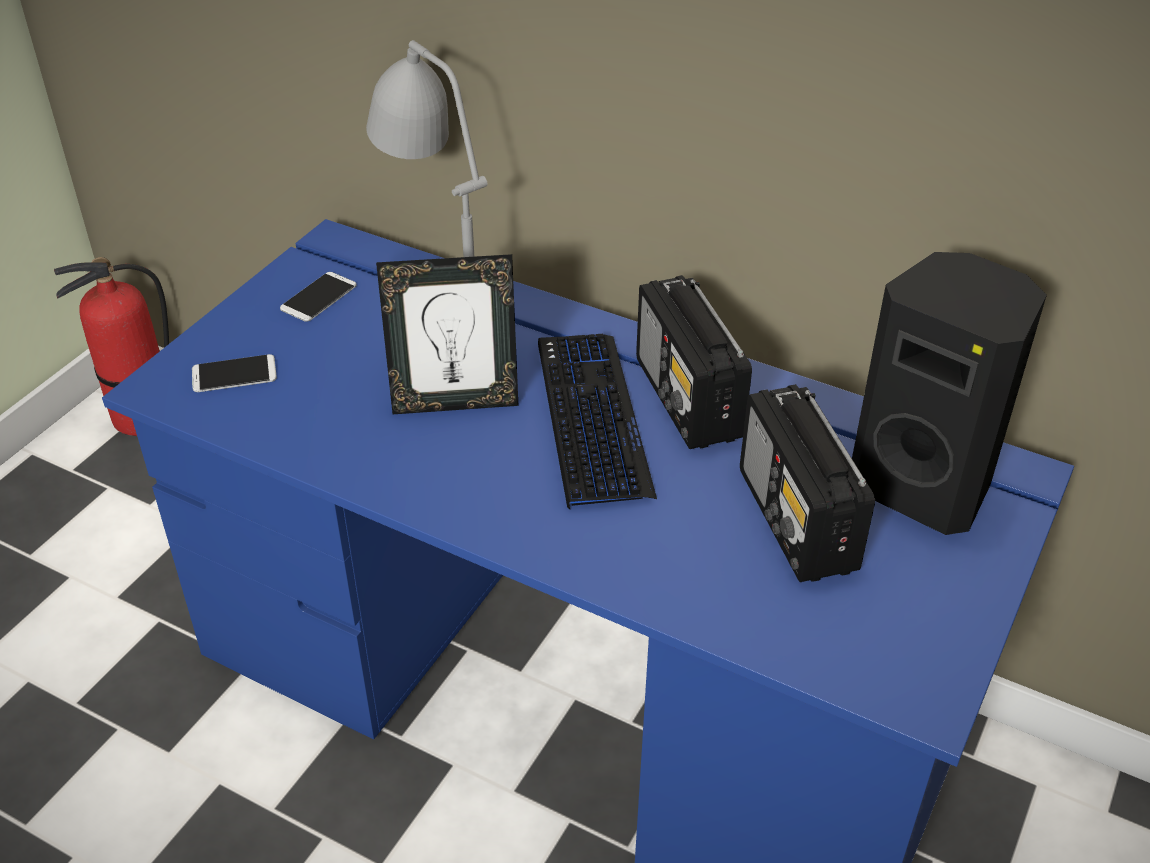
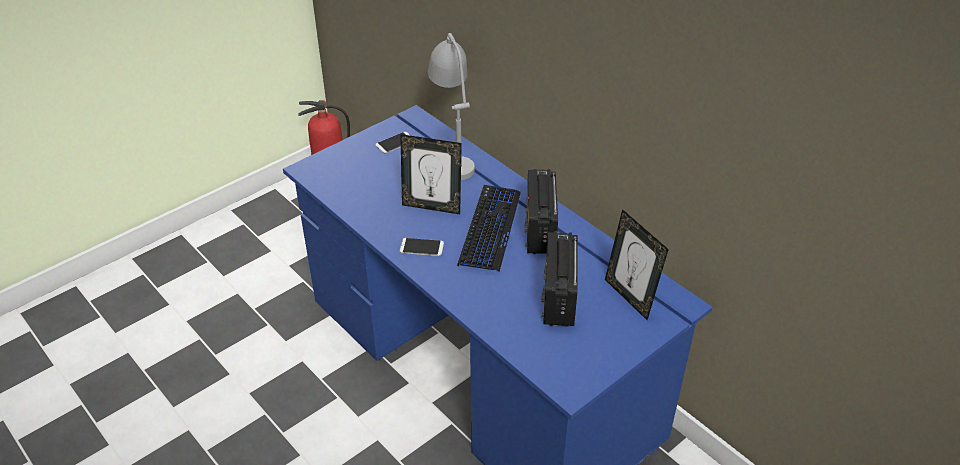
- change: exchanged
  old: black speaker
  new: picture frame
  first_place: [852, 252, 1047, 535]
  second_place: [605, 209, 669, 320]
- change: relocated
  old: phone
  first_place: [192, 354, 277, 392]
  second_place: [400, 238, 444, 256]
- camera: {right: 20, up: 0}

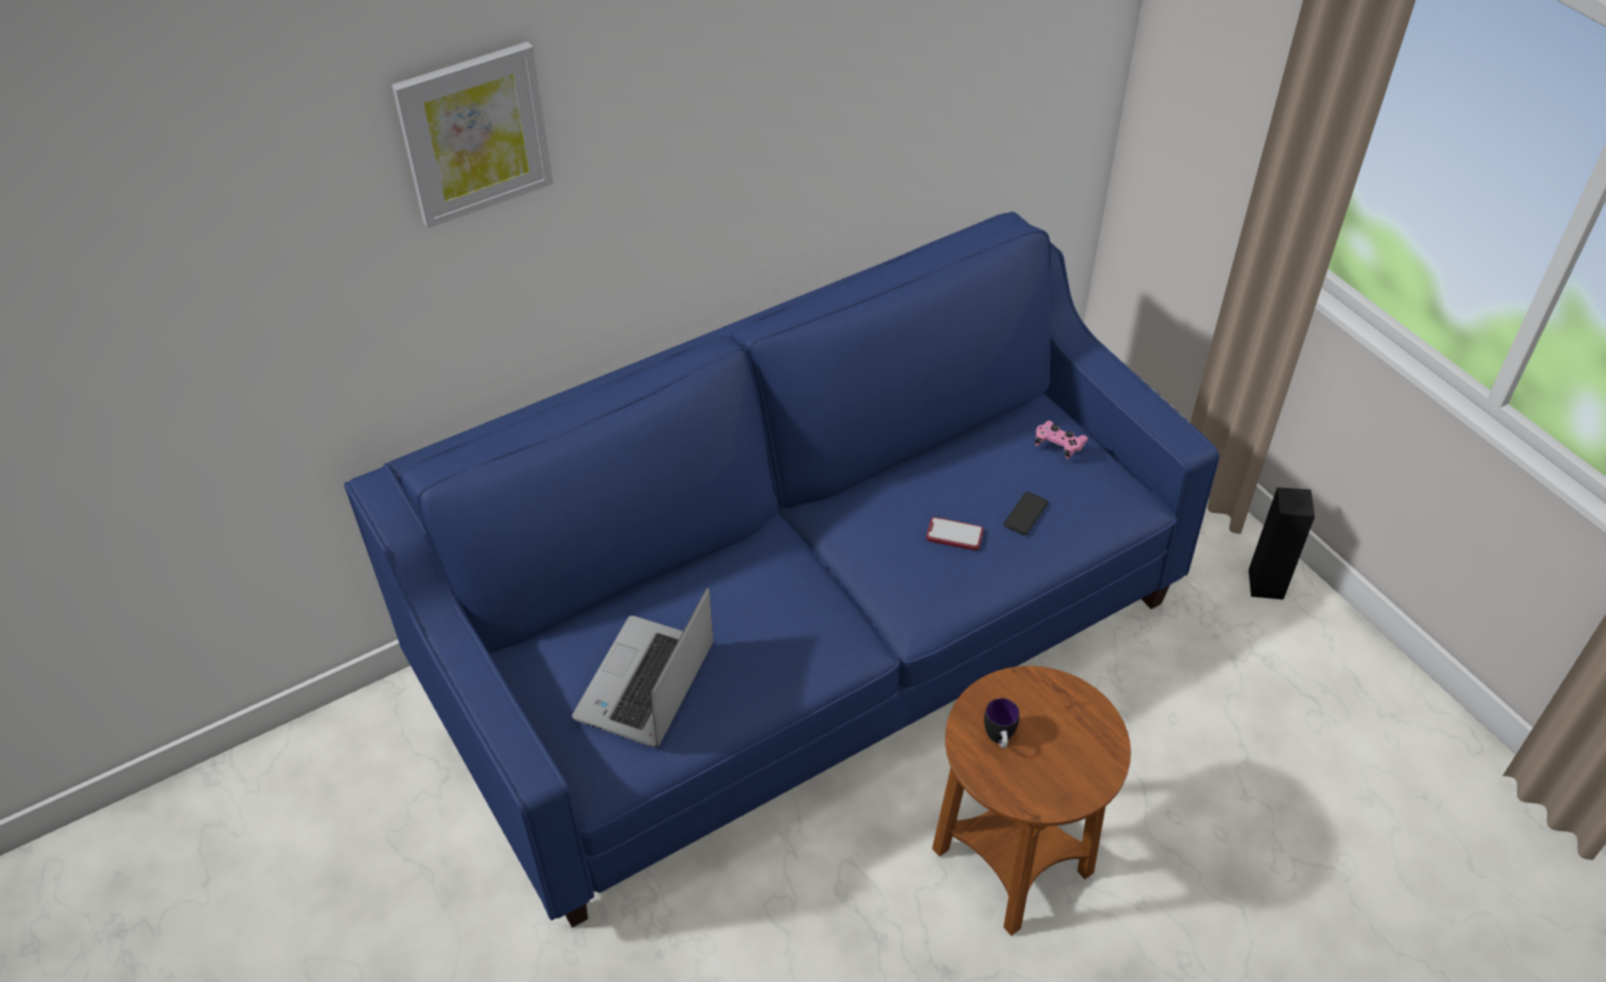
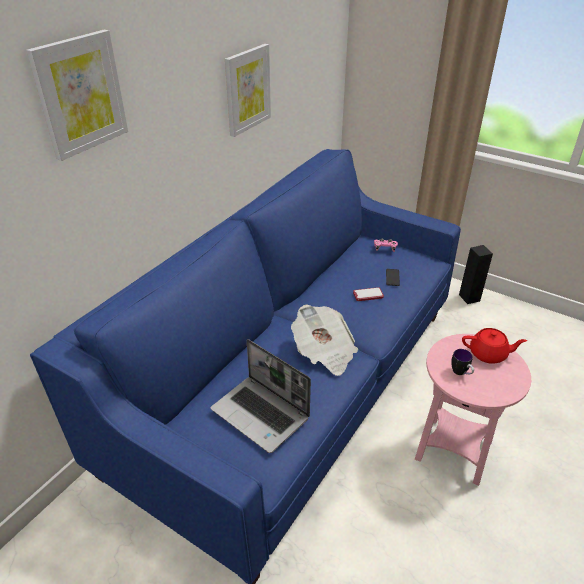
- change: spun
  old: laptop
  first_place: [572, 587, 713, 747]
  second_place: [211, 339, 311, 453]
  degrees: -45
- change: colour
  old: brown side table
  new: pink side table
  first_place: [932, 666, 1131, 936]
  second_place: [415, 334, 531, 486]
- change: appeared
  new: picture
  second_place: [225, 44, 271, 137]
- change: appeared
  new: newspaper
  second_place: [291, 304, 358, 376]
- change: appeared
  new: red teapot
  second_place: [462, 328, 527, 363]
- camera: {right: -25, up: -10}

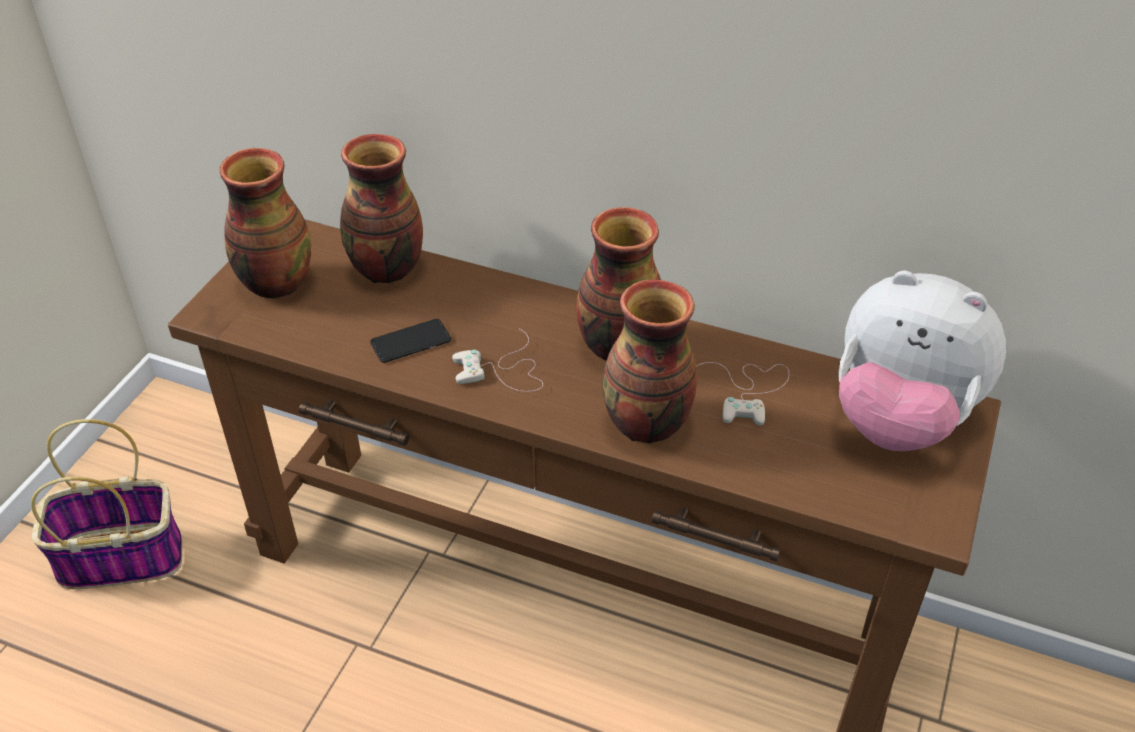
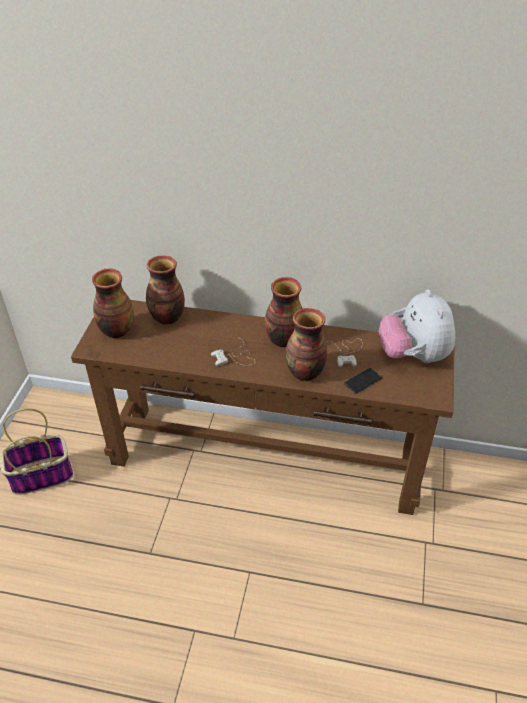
- change: spun
  old: plush toy
  first_place: [838, 271, 1006, 451]
  second_place: [379, 289, 455, 363]
  degrees: 60
- change: relocated
  old: phone
  first_place: [370, 319, 451, 363]
  second_place: [344, 368, 382, 394]
- camera: {right: -10, up: 0}

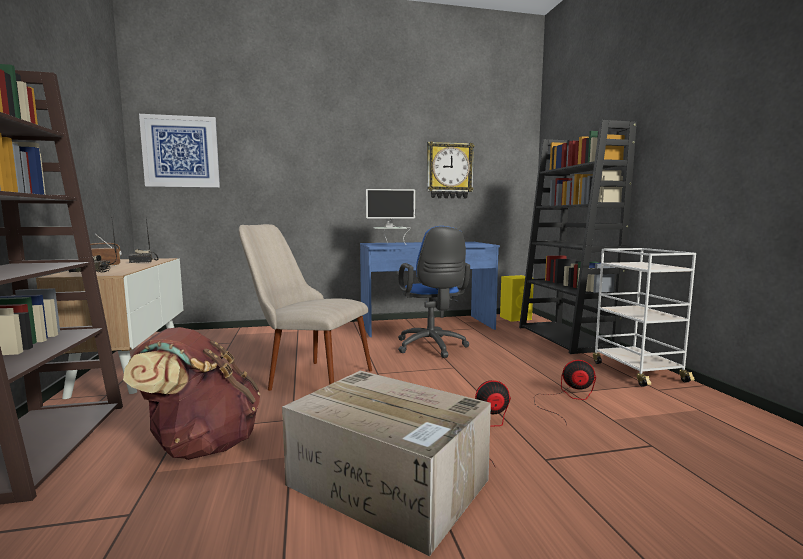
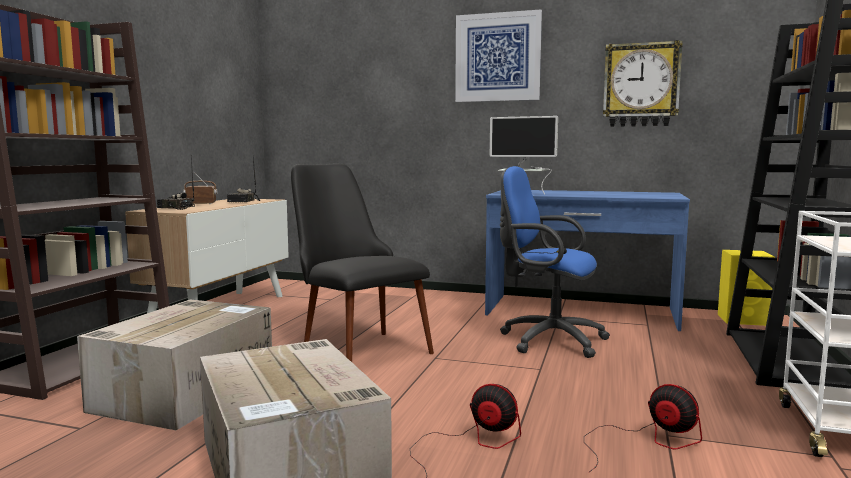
- change: relocated
  old: picture
  first_place: [139, 114, 220, 188]
  second_place: [455, 9, 542, 102]
- change: colour
  old: beige chair
  new: black chair
  first_place: [239, 224, 372, 391]
  second_place: [291, 164, 434, 362]
- change: spun
  old: blue office chair
  first_place: [398, 226, 470, 358]
  second_place: [500, 166, 610, 358]
  degrees: 105
- change: exchanged
  old: brown backpack
  new: cardboard box
  first_place: [123, 327, 260, 460]
  second_place: [77, 300, 272, 430]
- camera: {right: 30, up: 0}

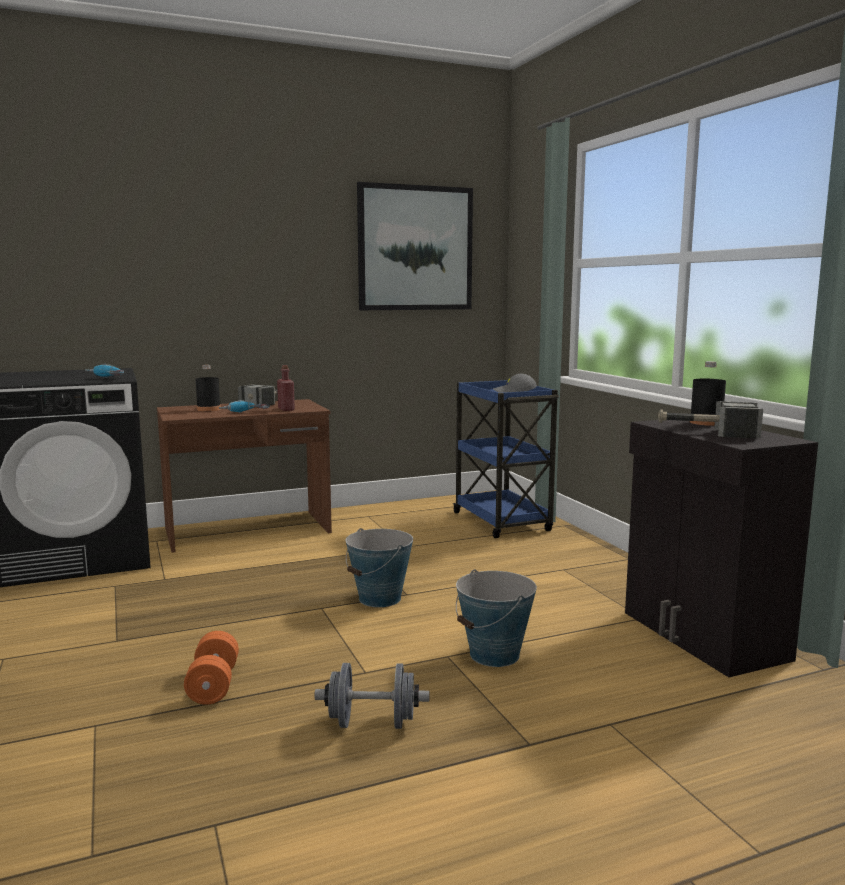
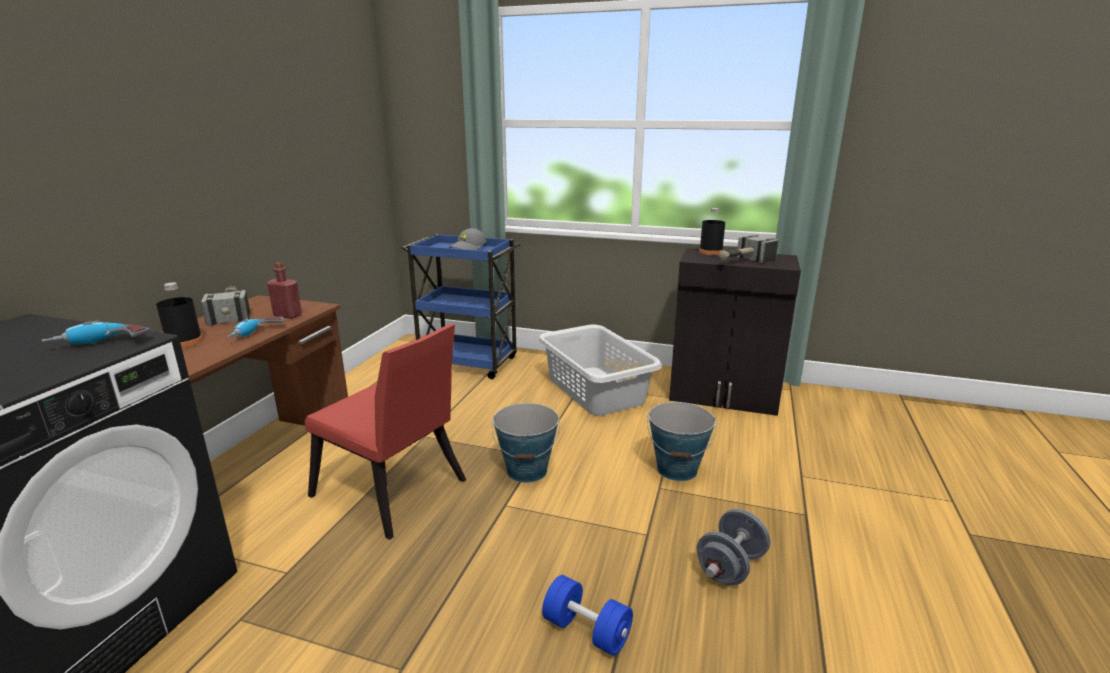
- change: missing
  old: picture
  first_place: [357, 182, 473, 310]
- change: colour
  old: orange dumbbell
  new: blue dumbbell
  first_place: [184, 631, 239, 705]
  second_place: [542, 575, 633, 656]
- change: appeared
  new: red chair
  second_place: [305, 324, 466, 540]
- change: appeared
  new: grey laundry basket
  second_place: [538, 324, 662, 416]
- camera: {right: -50, up: 10}

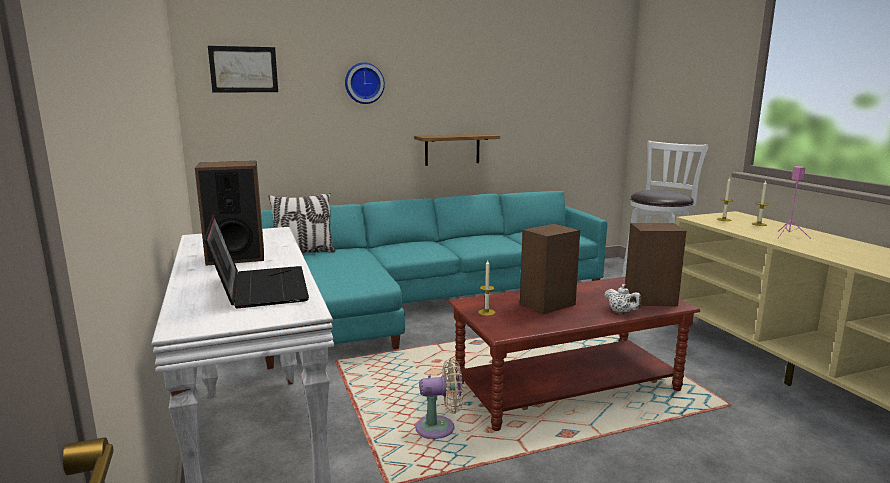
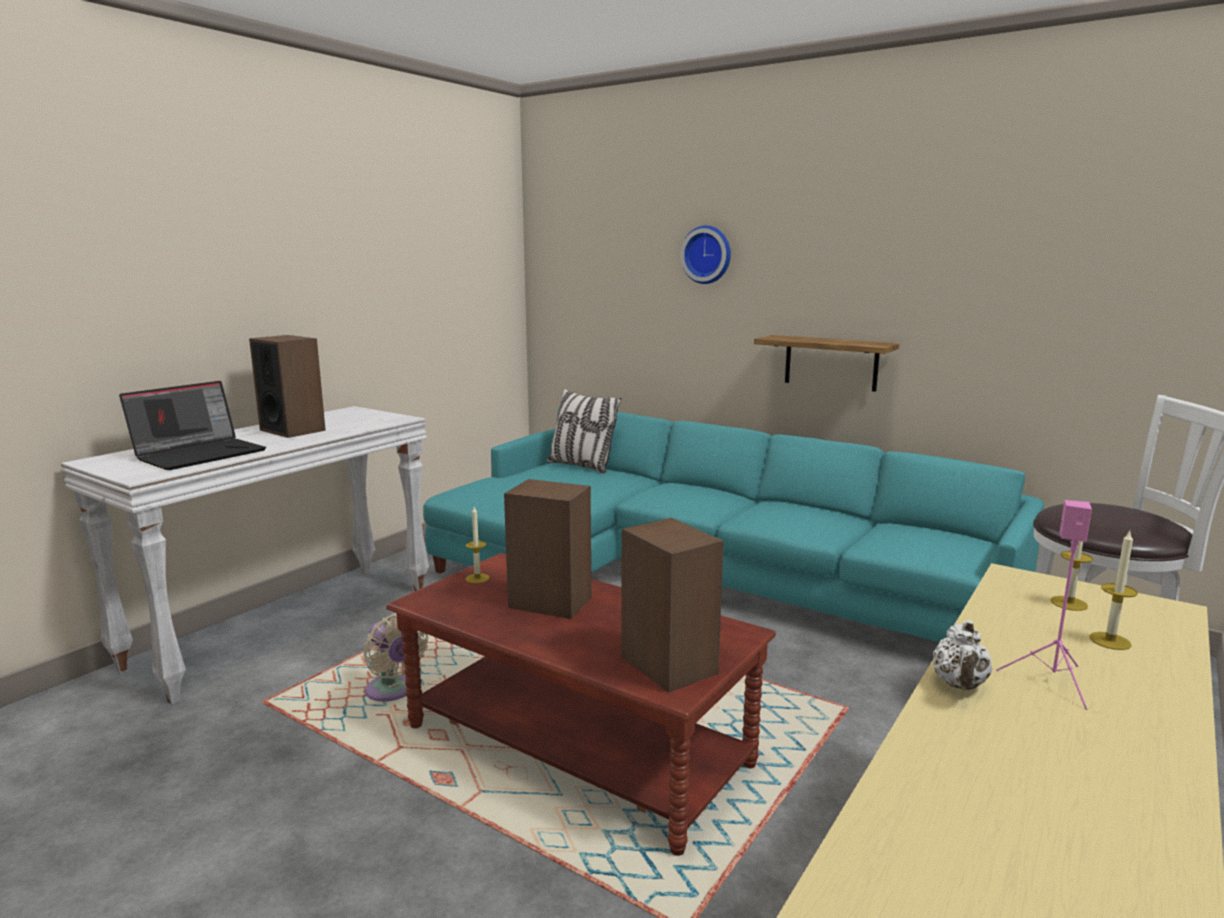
- change: missing
  old: picture
  first_place: [208, 46, 278, 92]
- change: relocated
  old: white teapot
  first_place: [604, 284, 642, 314]
  second_place: [933, 620, 992, 690]
- camera: {right: 55, up: 0}

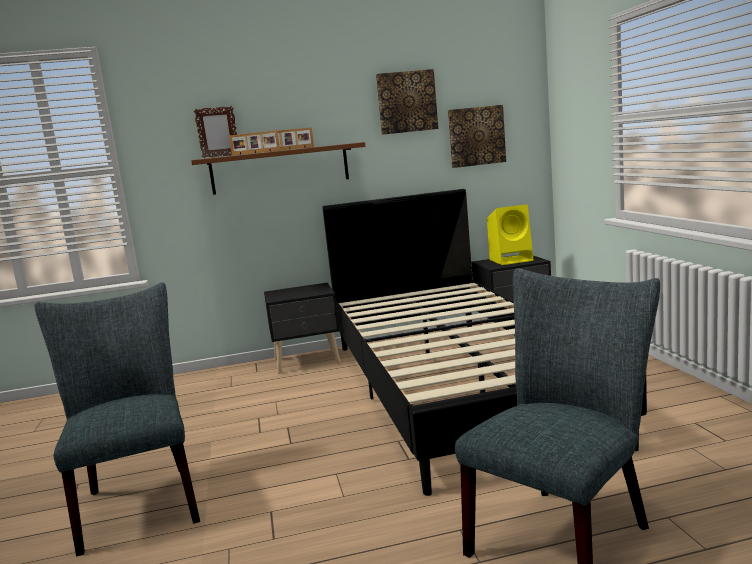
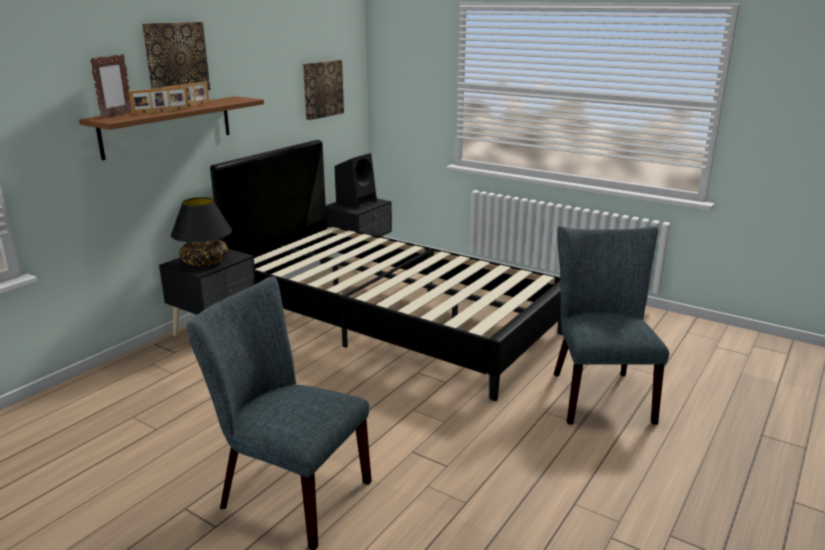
- change: relocated
  old: picture
  first_place: [376, 69, 438, 135]
  second_place: [142, 22, 210, 90]
- change: colour
  old: yellow speaker
  new: black speaker
  first_place: [487, 204, 533, 265]
  second_place: [335, 153, 377, 209]
- change: appeared
  new: black table lamp
  second_place: [171, 197, 232, 266]
- camera: {right: -45, up: 10}

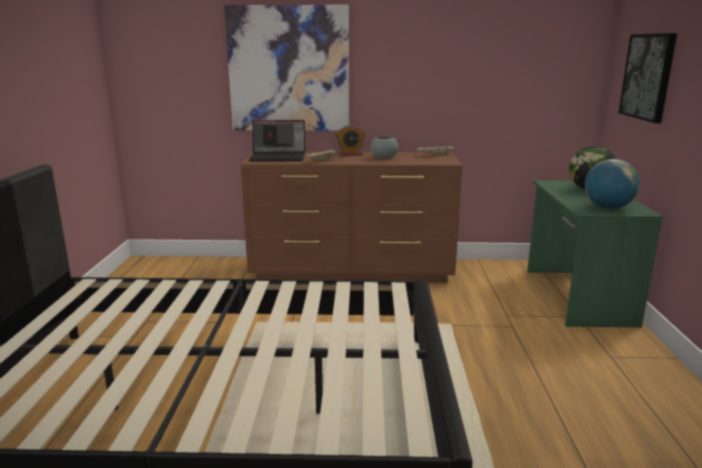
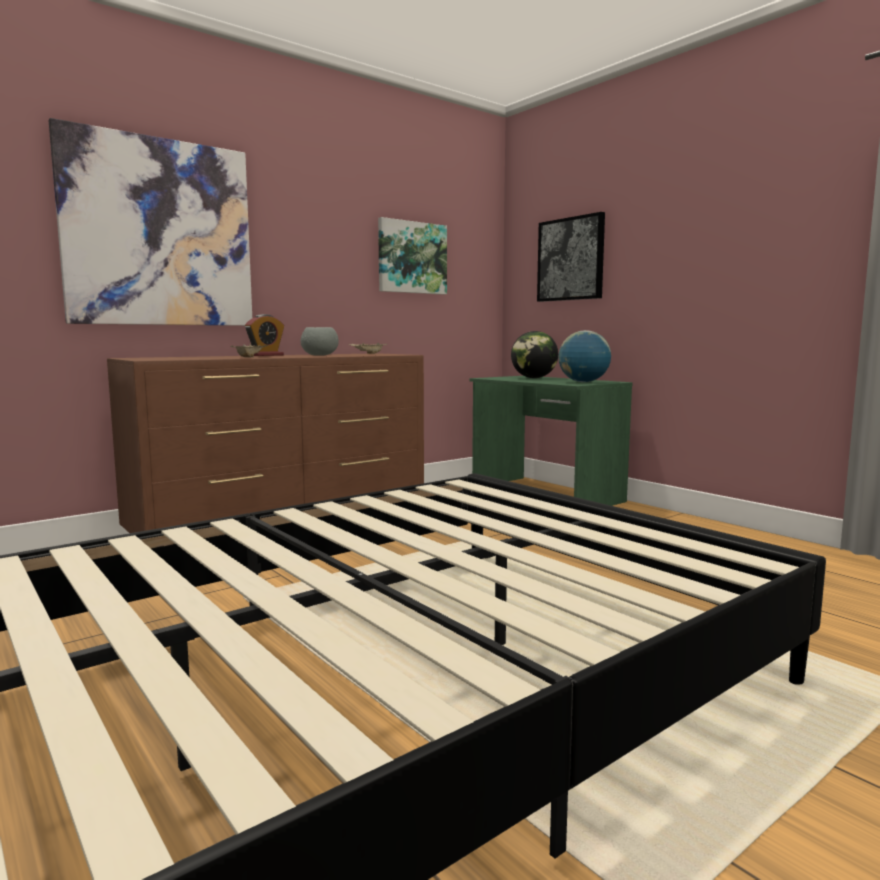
- change: missing
  old: laptop
  first_place: [248, 120, 305, 161]
- change: appeared
  new: picture
  second_place: [378, 217, 447, 295]
- camera: {right: -40, up: -10}

